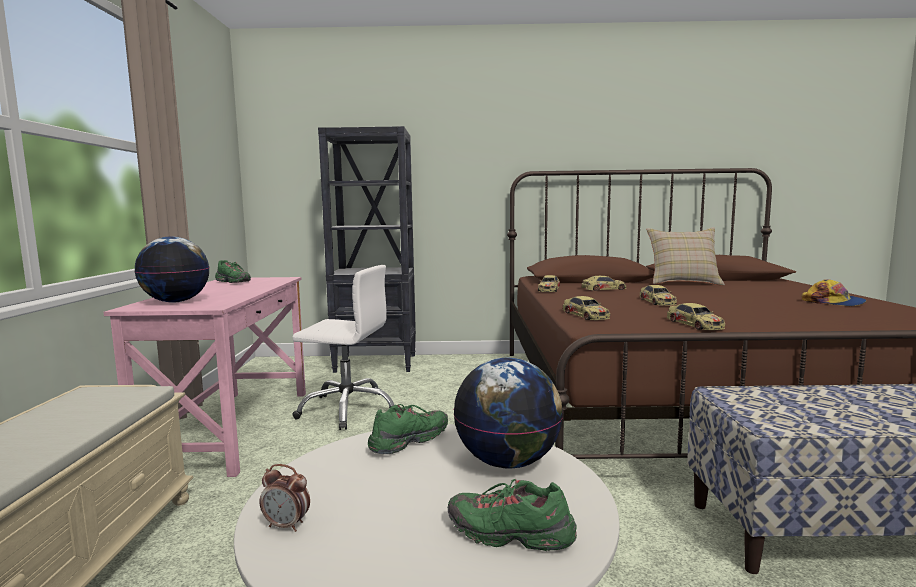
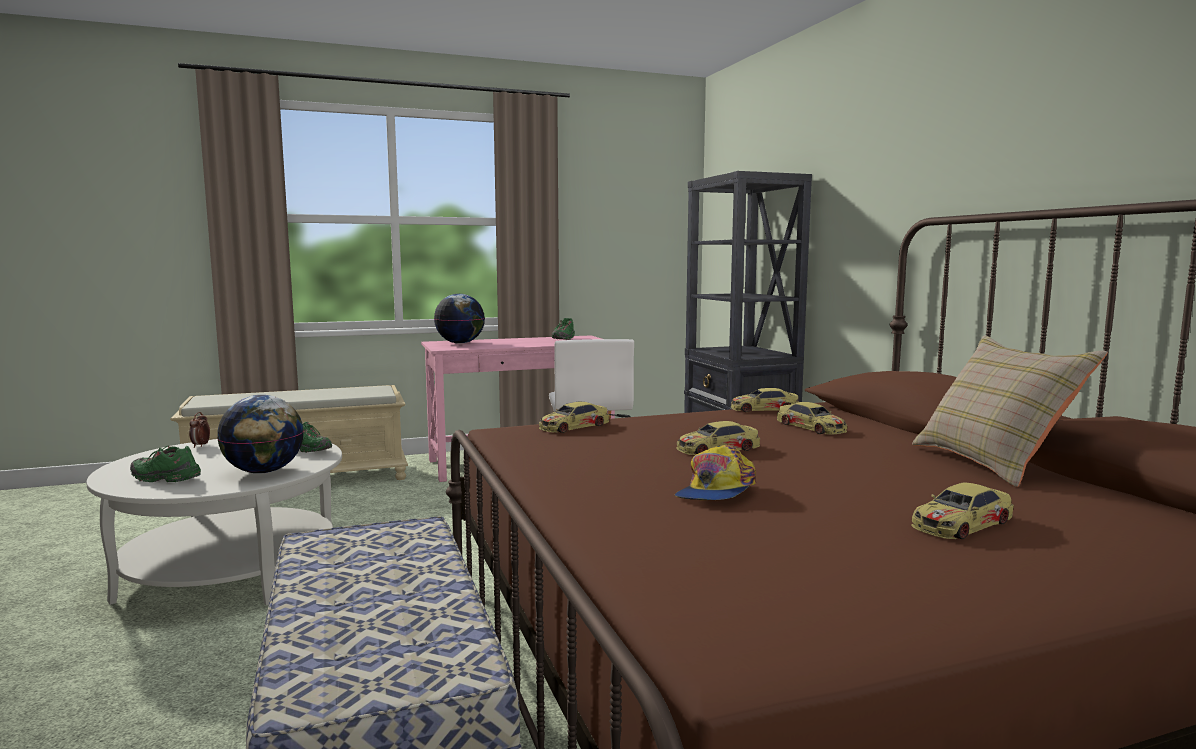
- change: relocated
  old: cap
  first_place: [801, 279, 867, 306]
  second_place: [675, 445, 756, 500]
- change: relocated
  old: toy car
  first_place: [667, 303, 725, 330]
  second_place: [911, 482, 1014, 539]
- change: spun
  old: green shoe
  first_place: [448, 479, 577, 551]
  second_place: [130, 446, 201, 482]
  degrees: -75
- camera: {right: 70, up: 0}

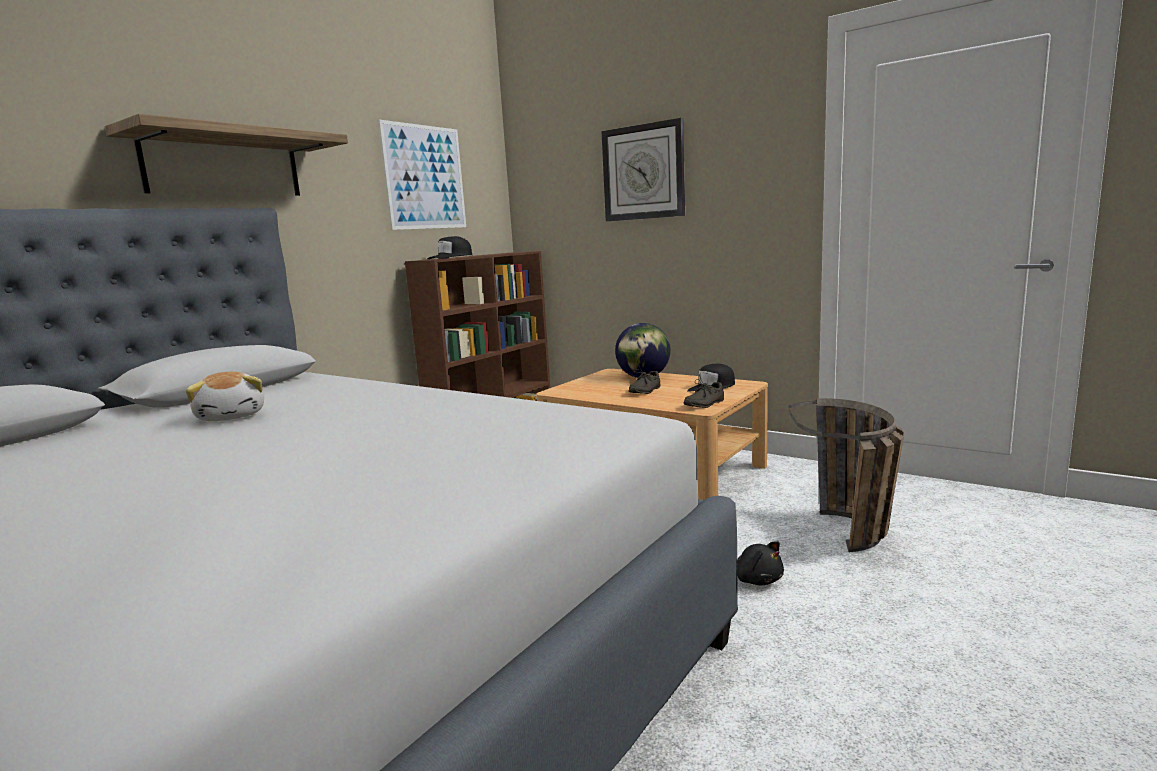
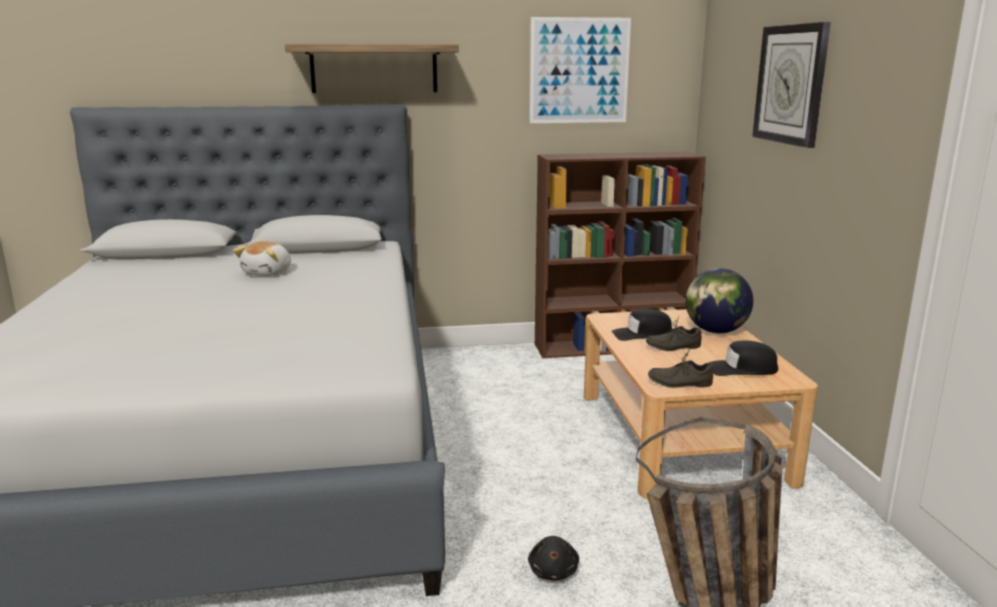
- change: relocated
  old: black cap
  first_place: [427, 236, 472, 259]
  second_place: [611, 309, 672, 341]
- camera: {right: 45, up: 5}

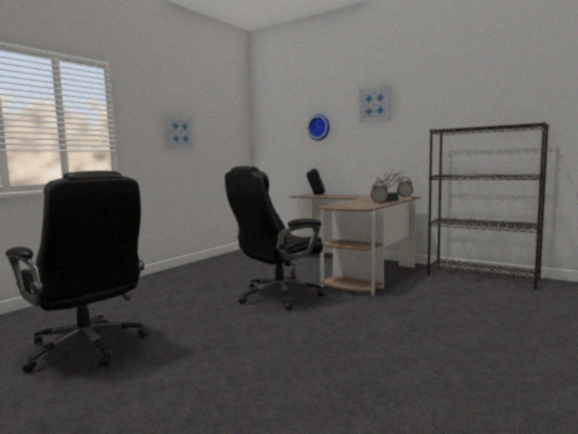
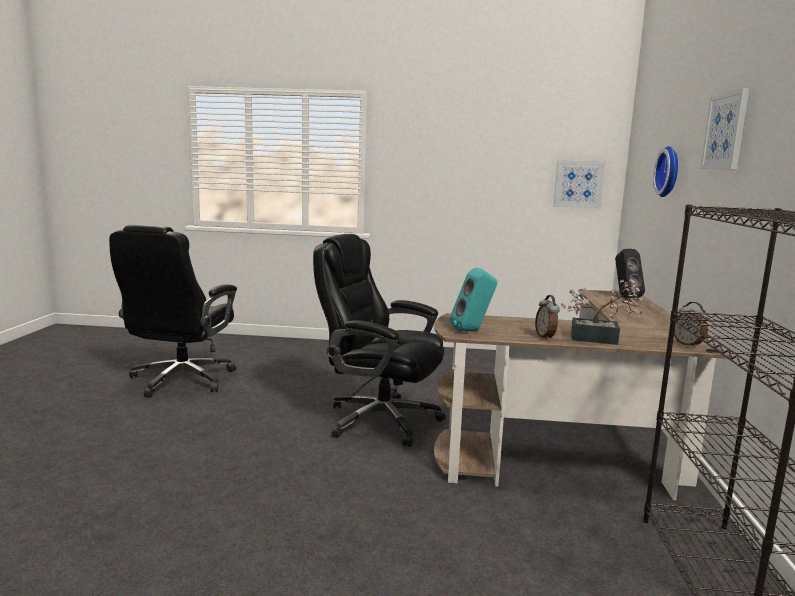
- change: relocated
  old: picture
  first_place: [165, 114, 194, 149]
  second_place: [554, 160, 606, 209]
- change: appeared
  new: turquoise speaker
  second_place: [450, 268, 497, 331]
- camera: {right: 60, up: 5}

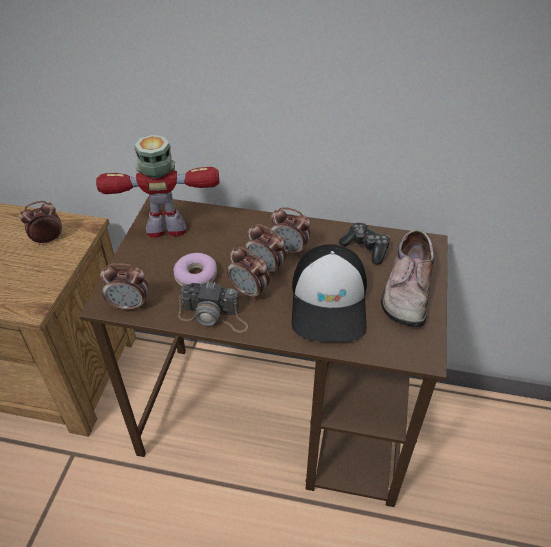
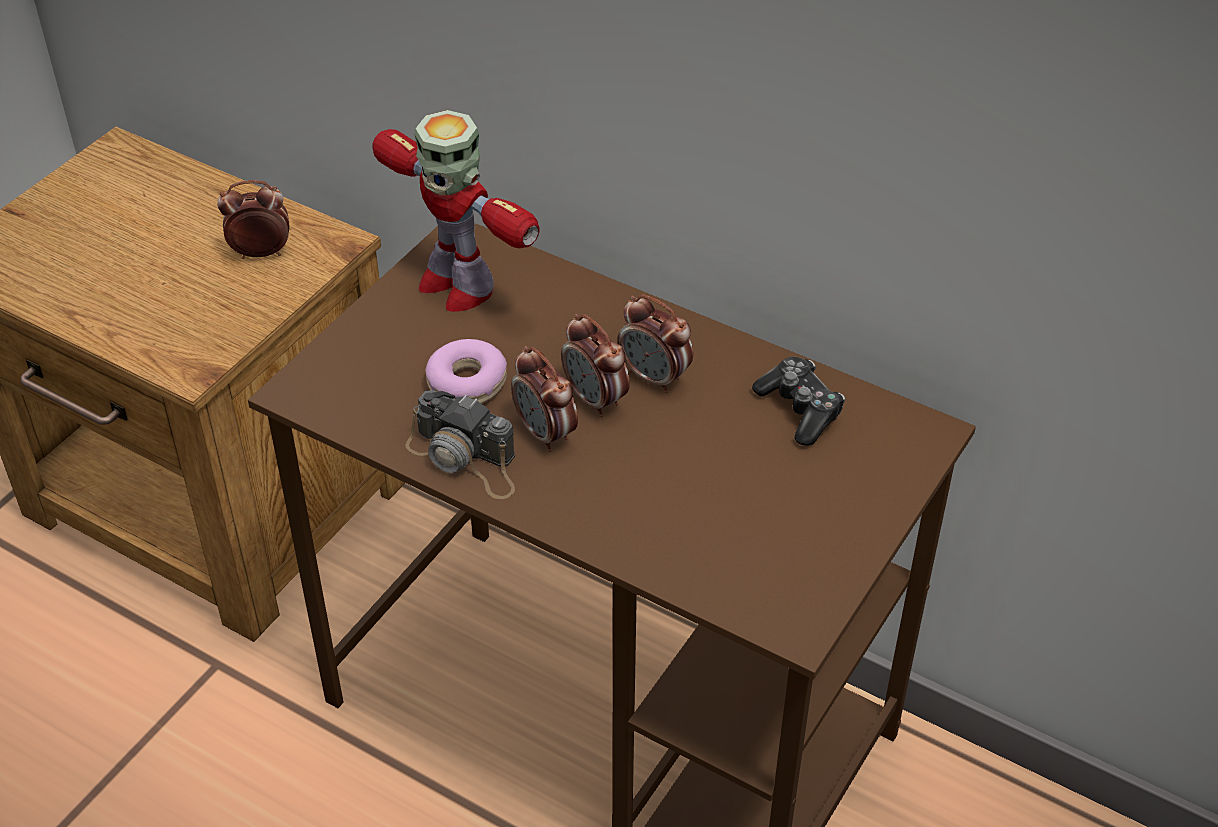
- change: spun
  old: toy robot
  first_place: [96, 135, 220, 238]
  second_place: [372, 110, 540, 312]
  degrees: -150
- change: missing
  old: shoe
  first_place: [381, 230, 434, 327]
- change: missing
  old: cap
  first_place: [292, 244, 367, 342]
- change: missing
  old: alarm clock
  first_place: [100, 263, 148, 310]
- camera: {right: 20, up: 0}

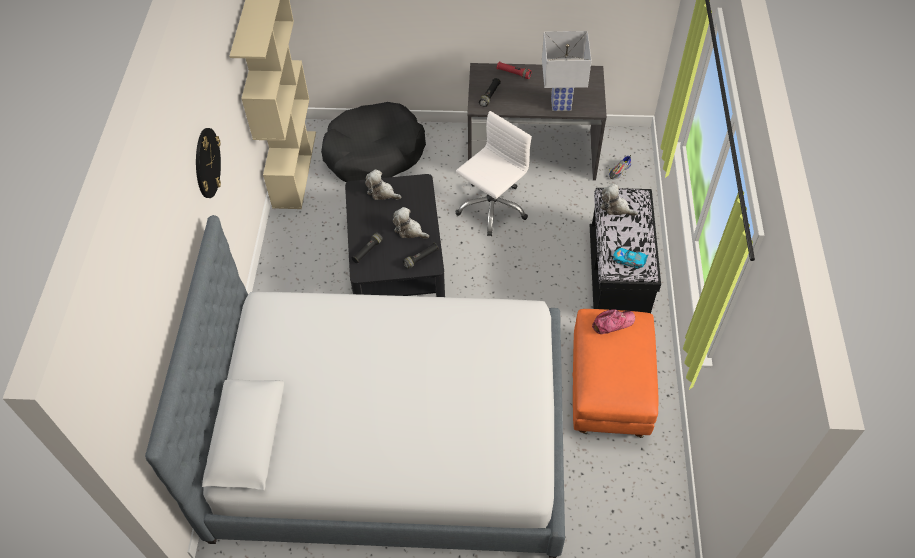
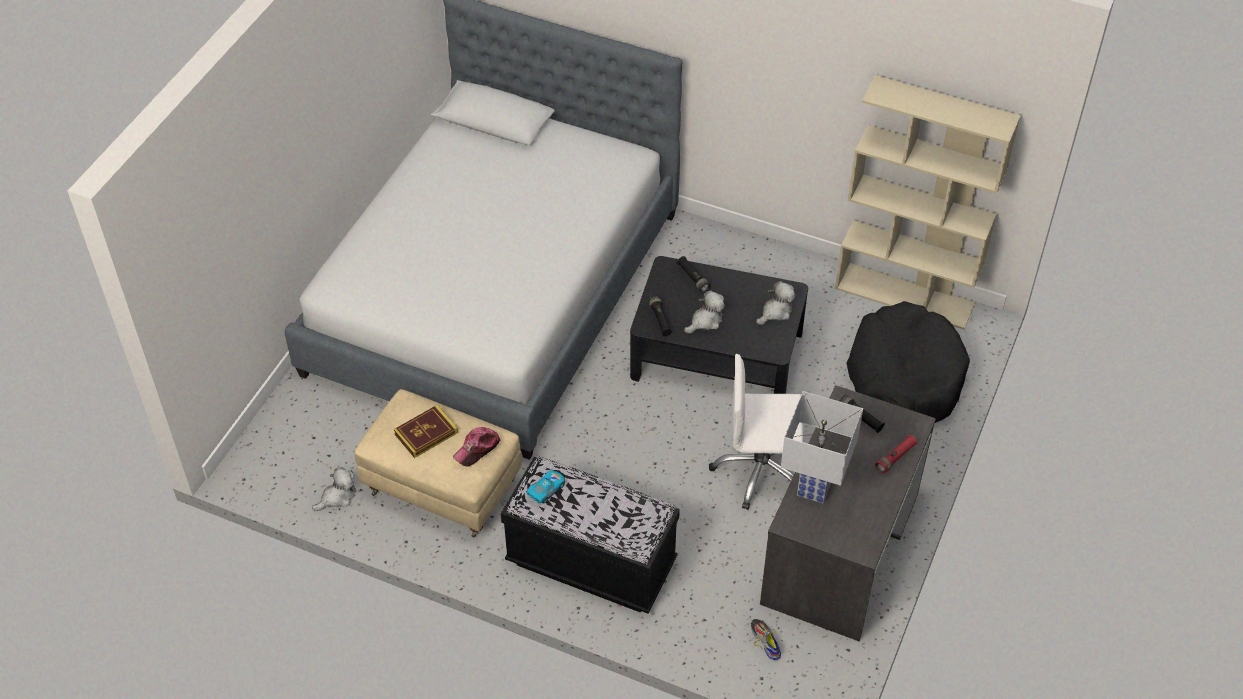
- change: spun
  old: white office chair
  first_place: [455, 111, 532, 236]
  second_place: [709, 354, 803, 510]
  degrees: 120
- change: missing
  old: wall clock
  first_place: [196, 128, 221, 198]
- change: relocated
  old: plush toy
  first_place: [600, 184, 638, 216]
  second_place: [312, 467, 356, 511]
- change: colour
  old: orange ottoman
  new: beige ottoman
  first_place: [572, 309, 658, 438]
  second_place: [355, 389, 522, 538]
- change: spun
  old: cap
  first_place: [592, 309, 635, 334]
  second_place: [453, 427, 501, 466]
  degrees: 45
- change: appeared
  new: book
  second_place: [394, 405, 458, 458]
- camera: {right: 110, up: -5}

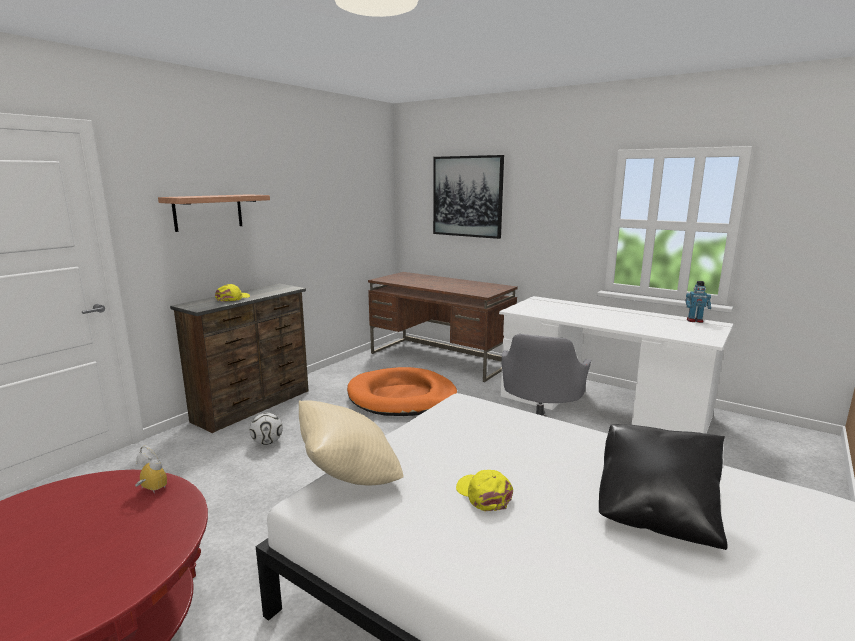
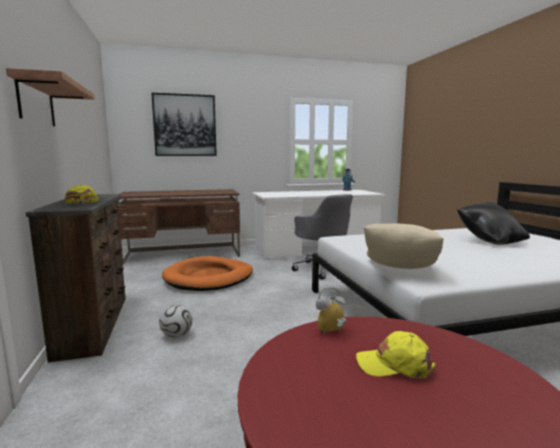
- change: relocated
  old: yellow cap
  first_place: [456, 470, 513, 511]
  second_place: [356, 331, 436, 378]
- camera: {right: -50, up: -5}

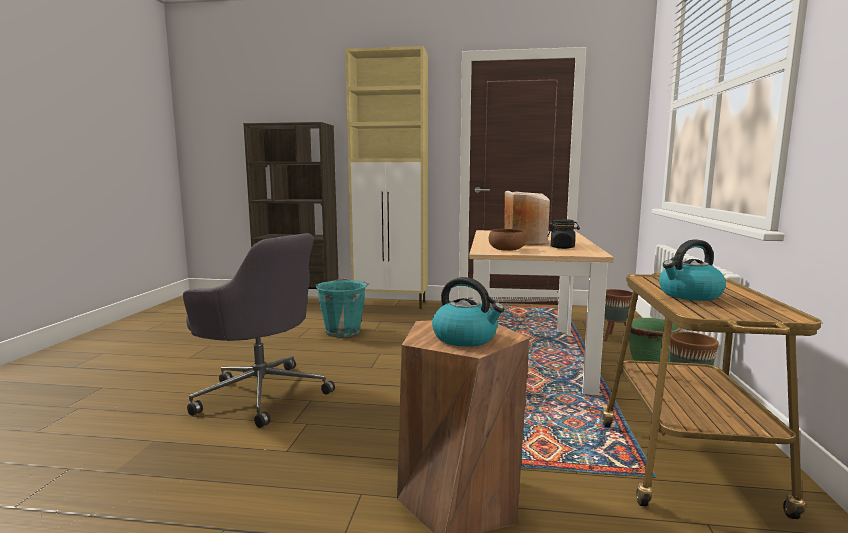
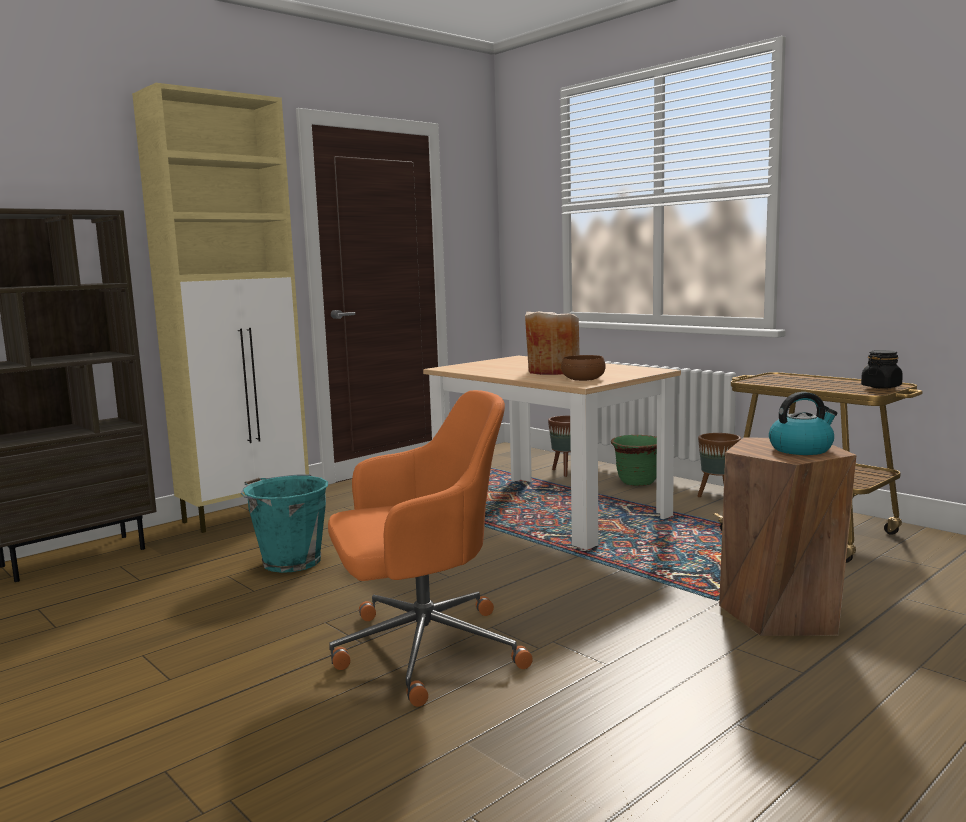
- change: relocated
  old: black jar
  first_place: [547, 219, 580, 249]
  second_place: [861, 350, 903, 389]
- change: colour
  old: grey office chair
  new: orange office chair
  first_place: [183, 233, 335, 428]
  second_place: [328, 390, 533, 707]
- change: missing
  old: kettle
  first_place: [659, 239, 726, 301]
- camera: {right: -50, up: 0}

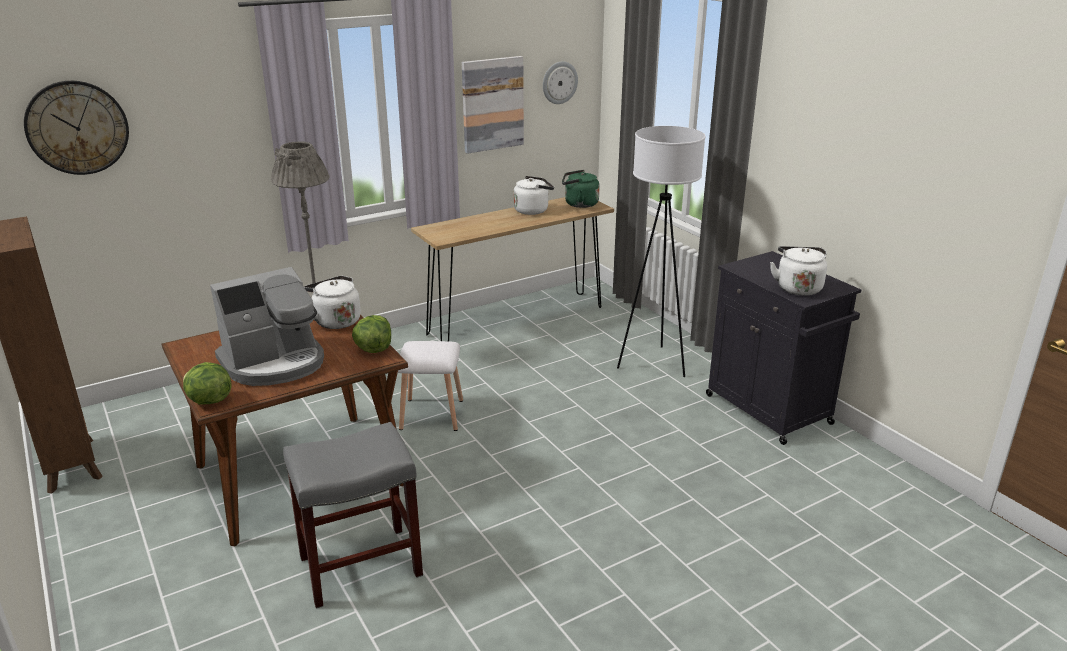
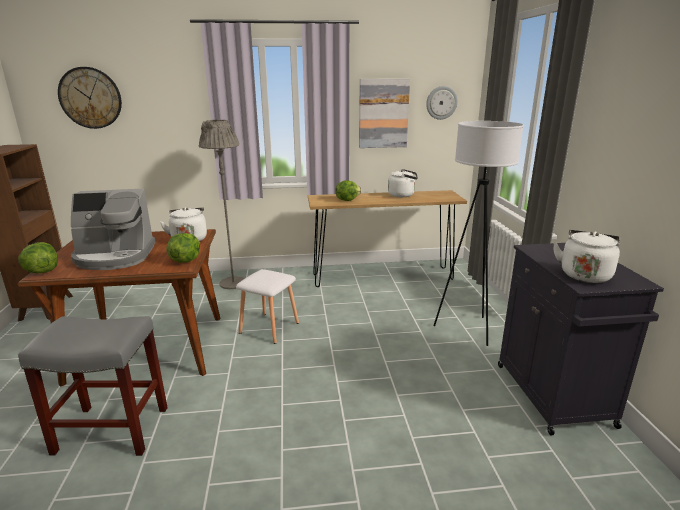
- change: missing
  old: green kettle
  first_place: [562, 170, 600, 208]
- change: appeared
  new: lettuce
  second_place: [335, 180, 361, 201]
- camera: {right: 25, up: -5}

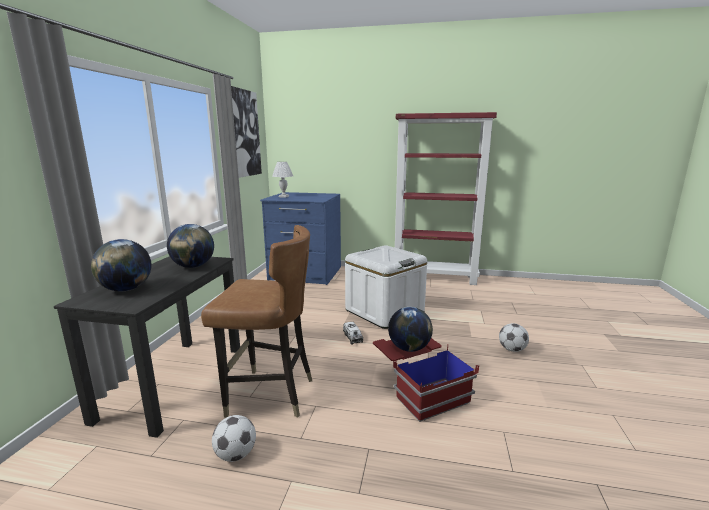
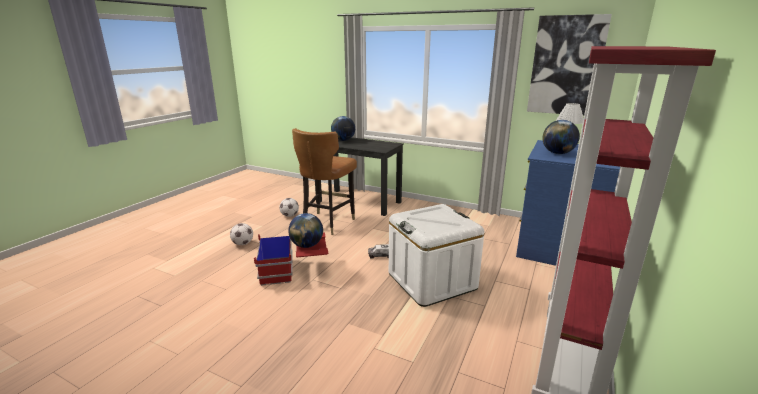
- change: relocated
  old: globe
  first_place: [167, 224, 214, 268]
  second_place: [543, 120, 580, 154]
- change: relocated
  old: football
  first_place: [499, 323, 529, 352]
  second_place: [230, 223, 253, 245]
- camera: {right: 105, up: 5}

